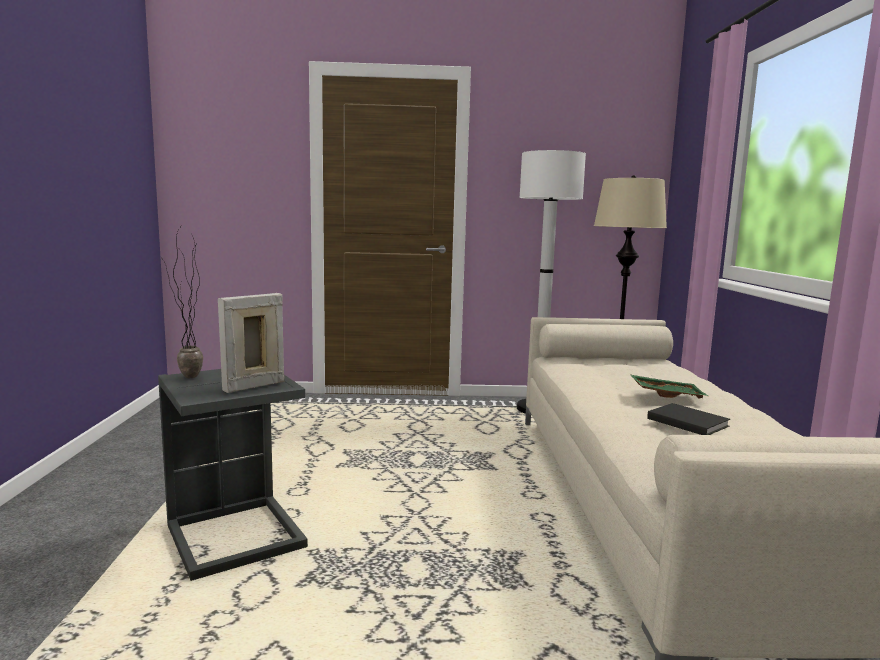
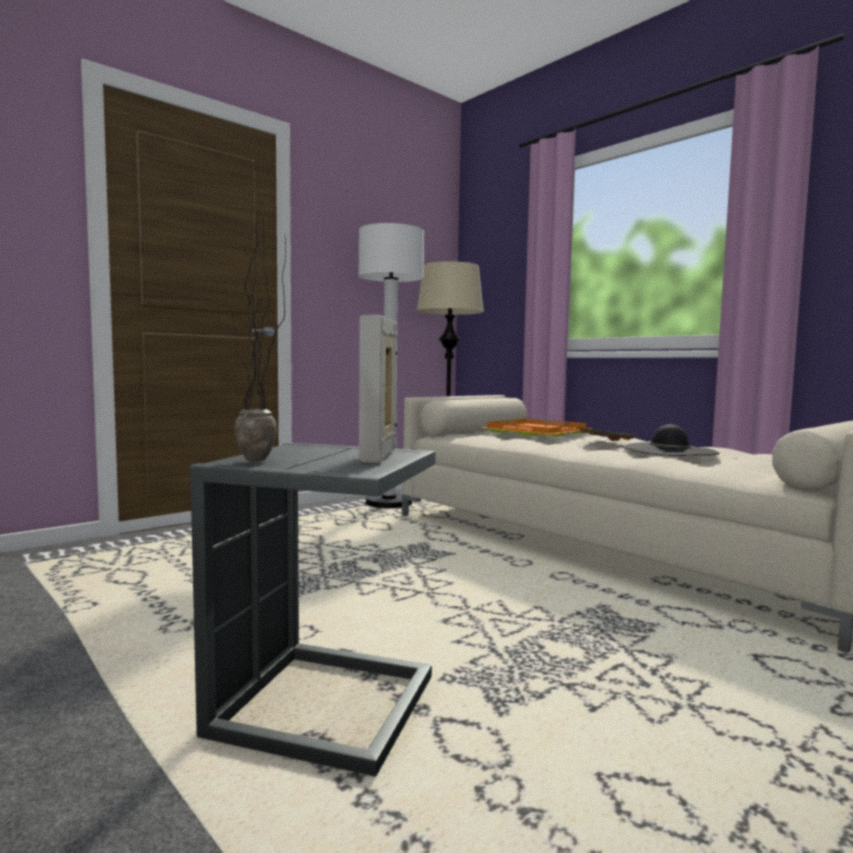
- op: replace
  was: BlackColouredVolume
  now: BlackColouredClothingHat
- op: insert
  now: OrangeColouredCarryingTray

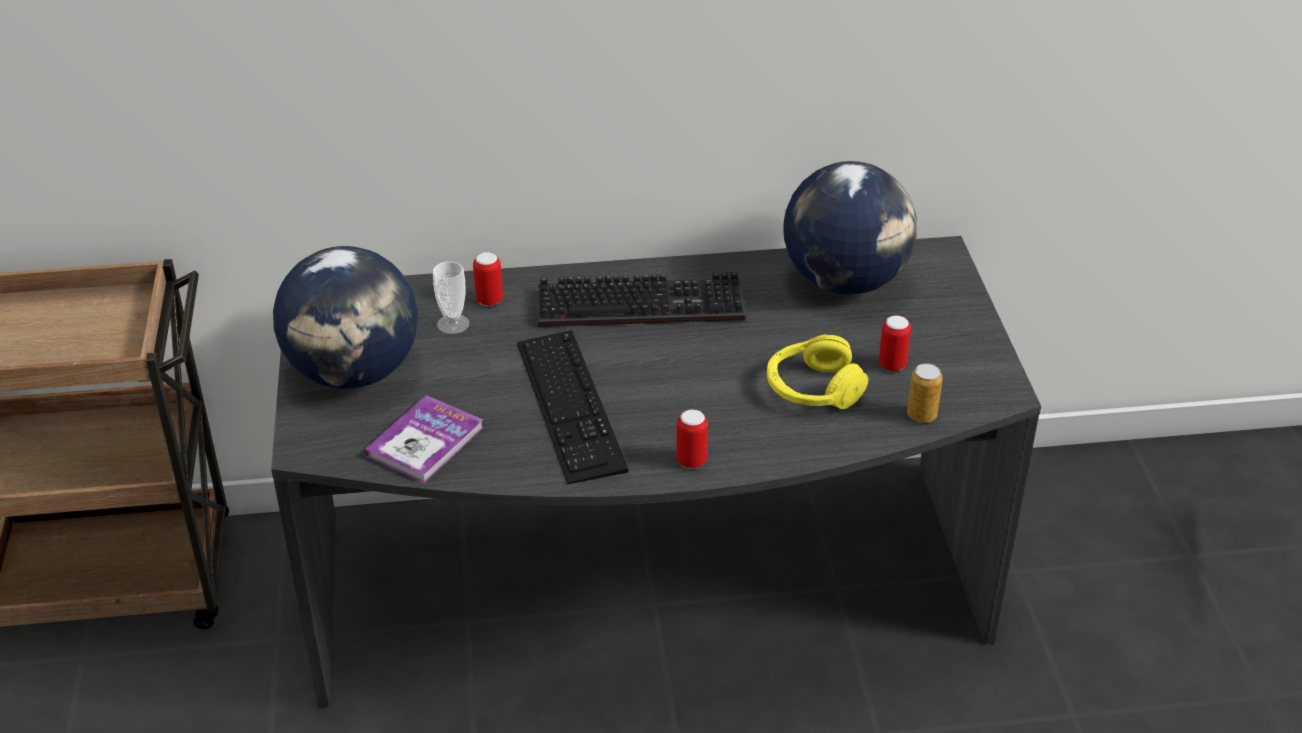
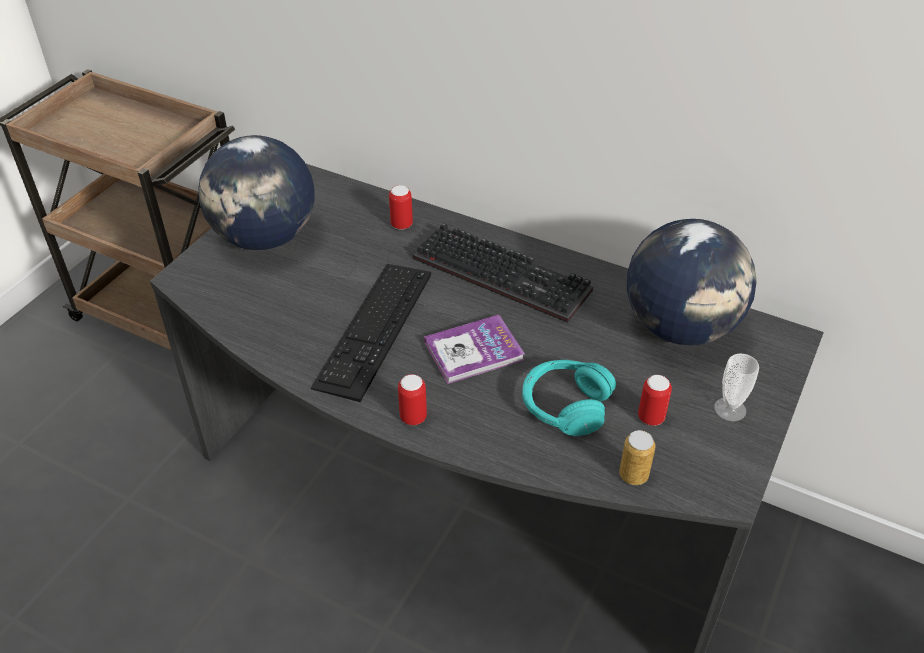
- op: move
  was: Volume
- op: move
  was: DrinkingCup
- op: recolor
  was: YellowishHeadphones
  now: TurquoiseHeadphones

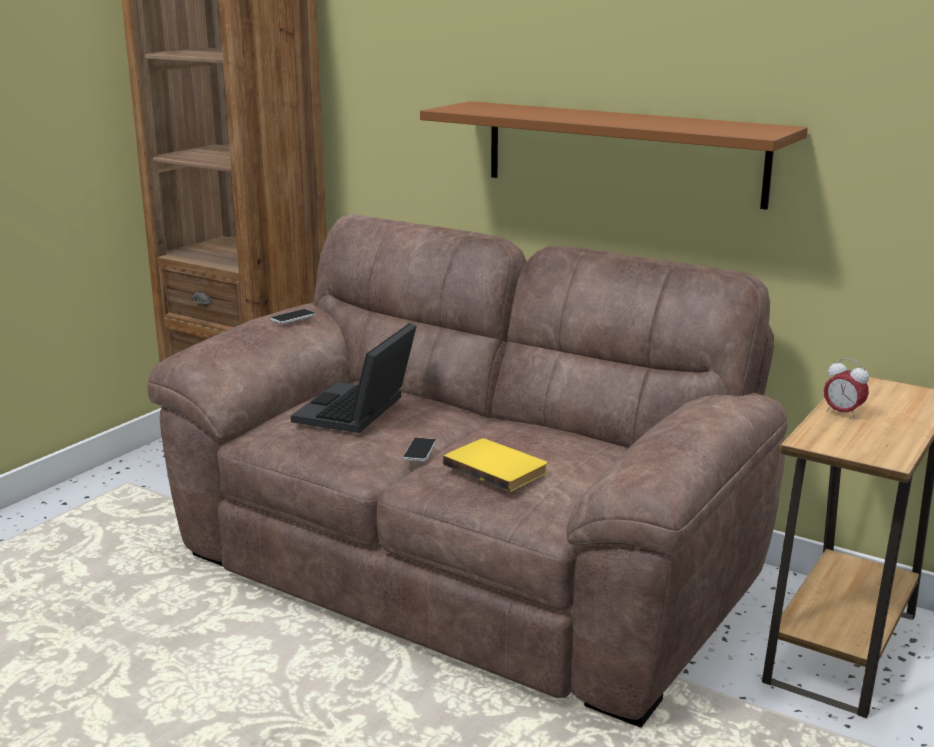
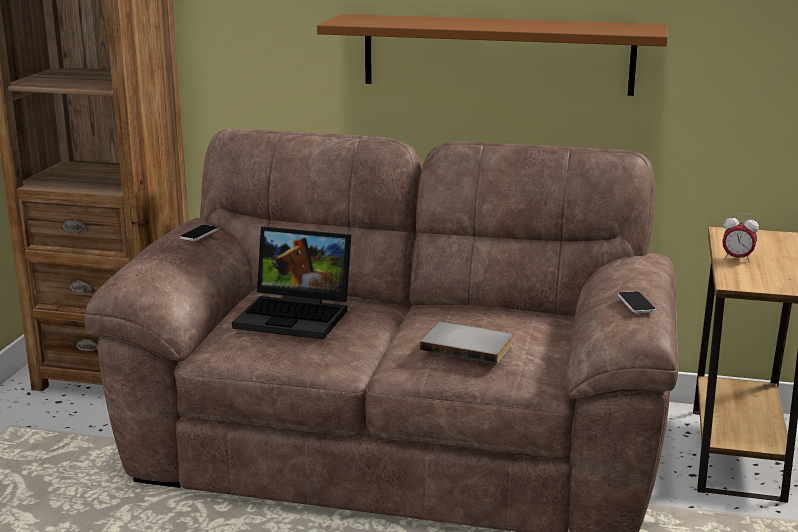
- op: rotate
  was: NotebookComputer
  clockwise: -75
- op: move
  was: Phone (2nd from left)
- op: recolor
  was: YellowishVolume
  now: GreyishVolume

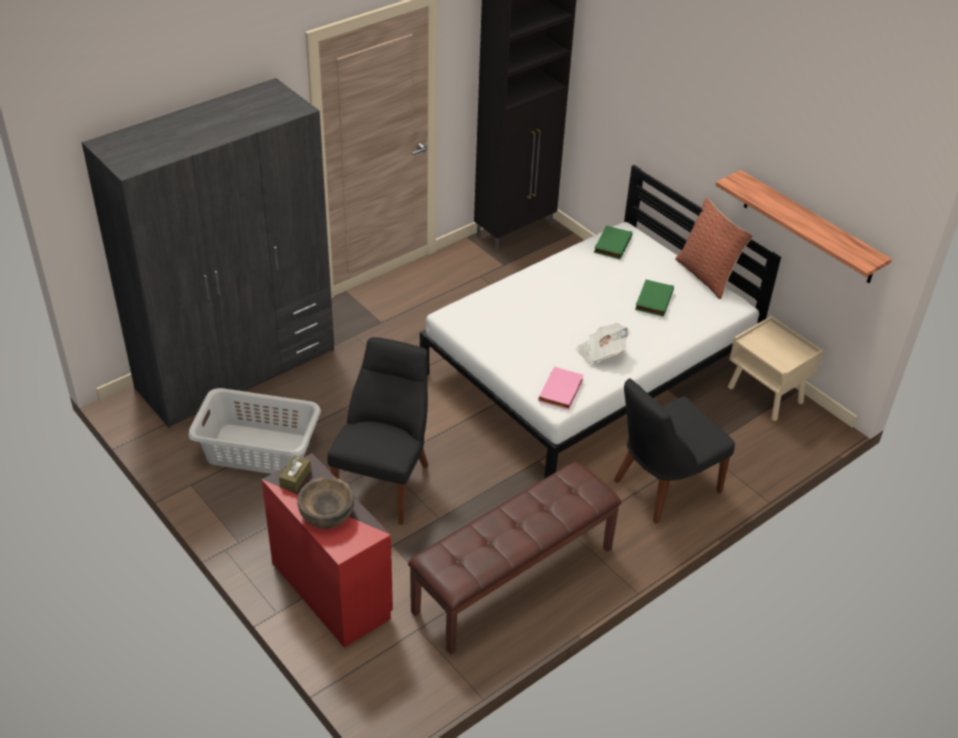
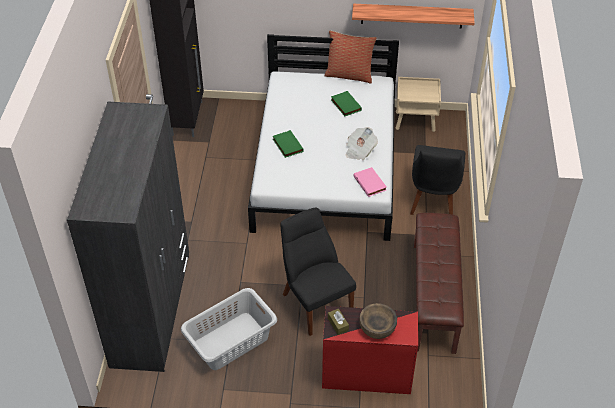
- op: move
  was: GreenVolume (1st from left)

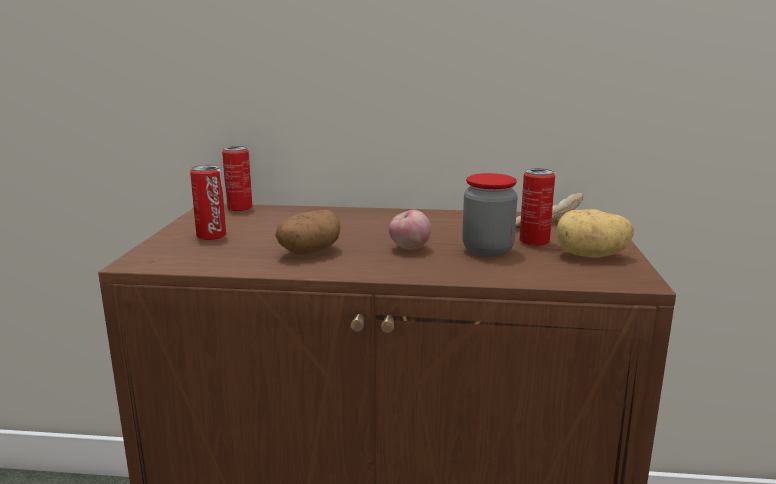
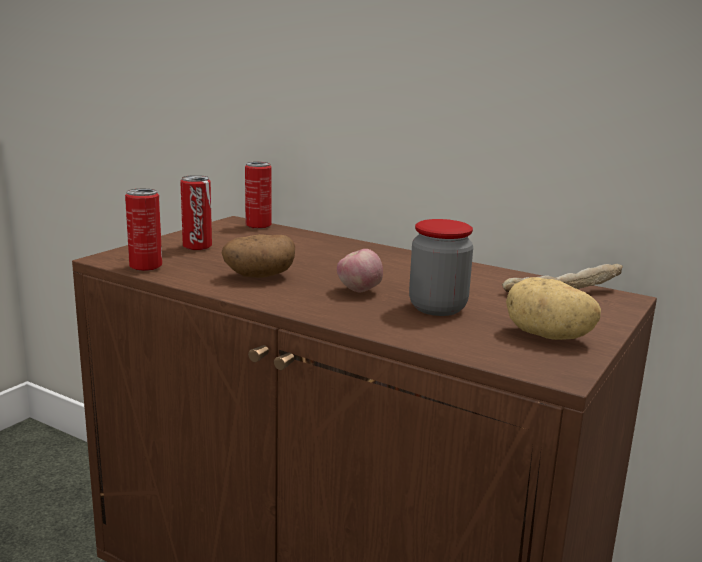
- op: move
  was: MetalCan (3rd from left in the first image)
  now: MetalCan (1st from left)

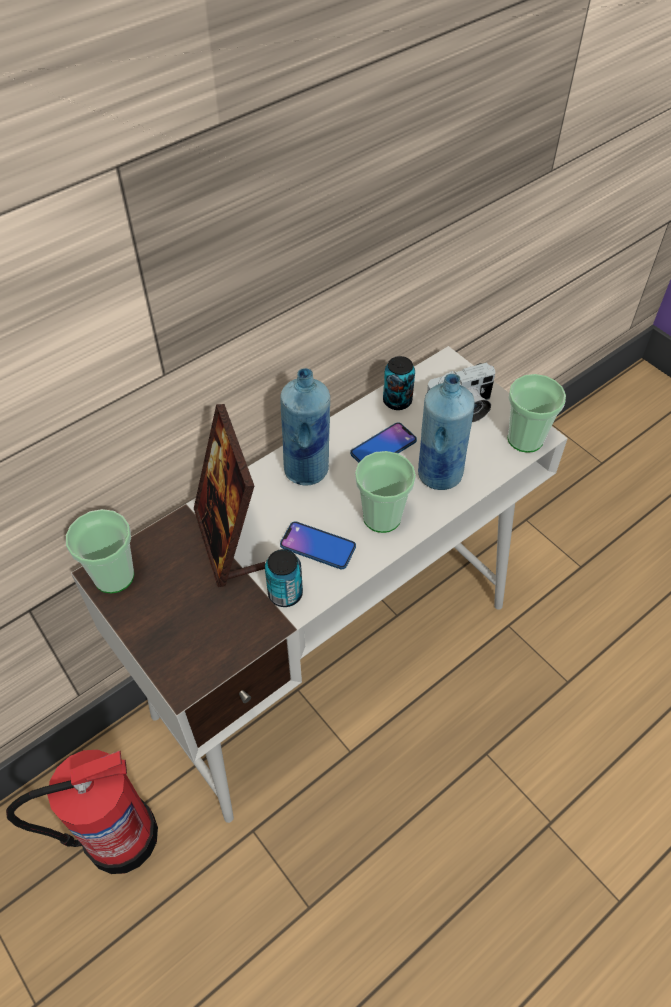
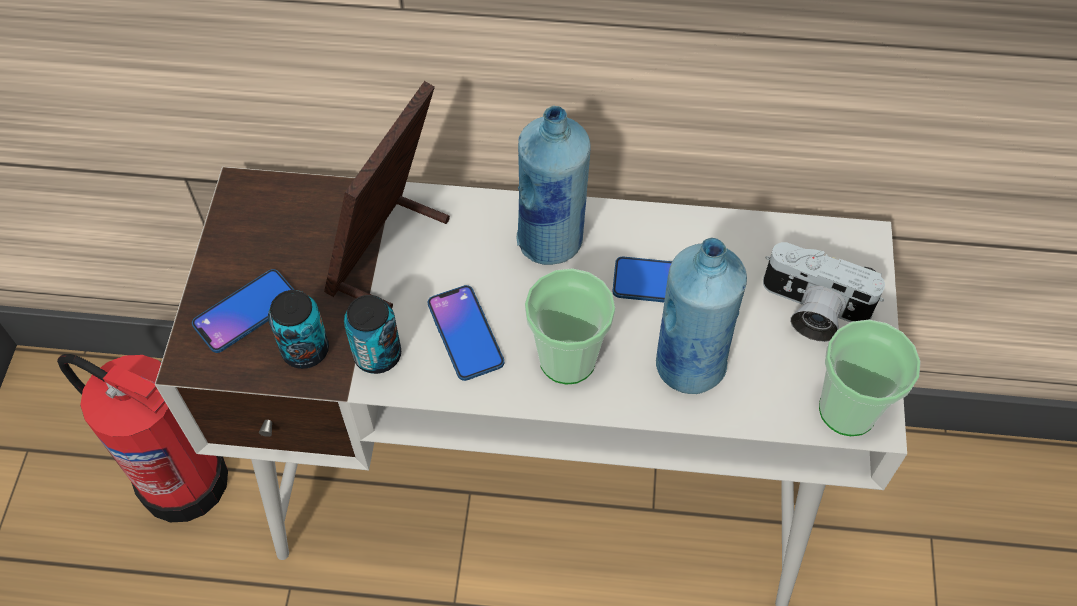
- op: delete
  was: DrinkingCup (1st from left)
- op: move
  was: MetalCan (2nd from left in the first image)
  now: MetalCan (1st from left)
- op: insert
  now: Phone (1st from left)

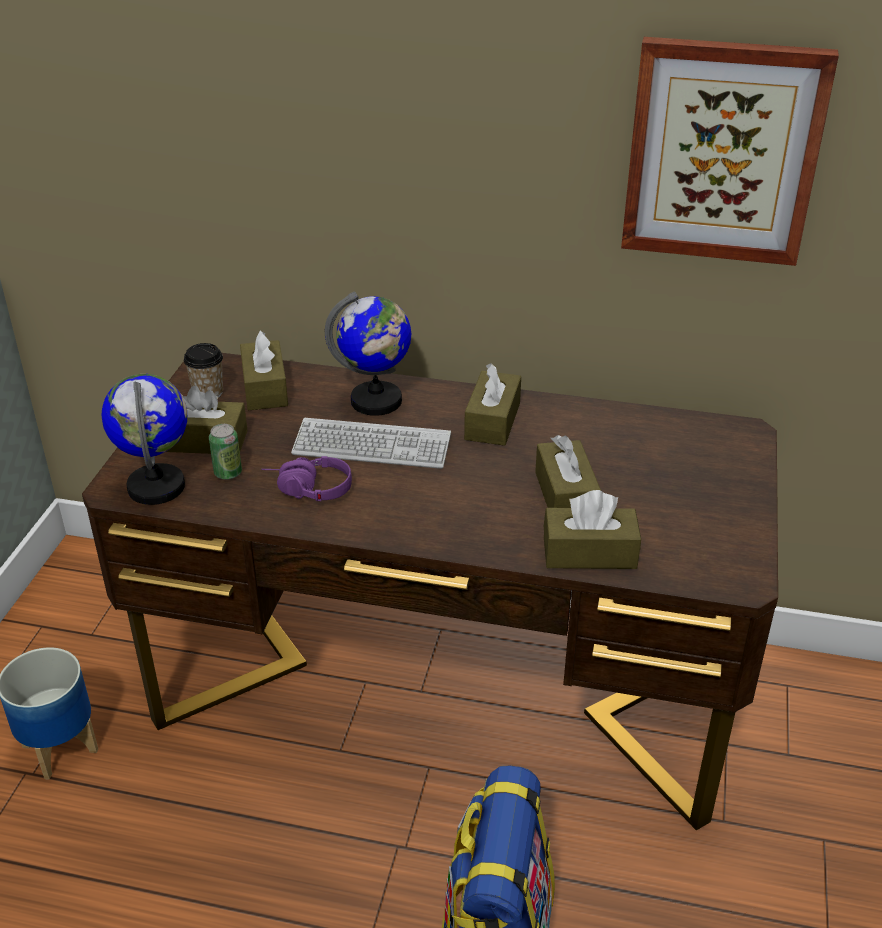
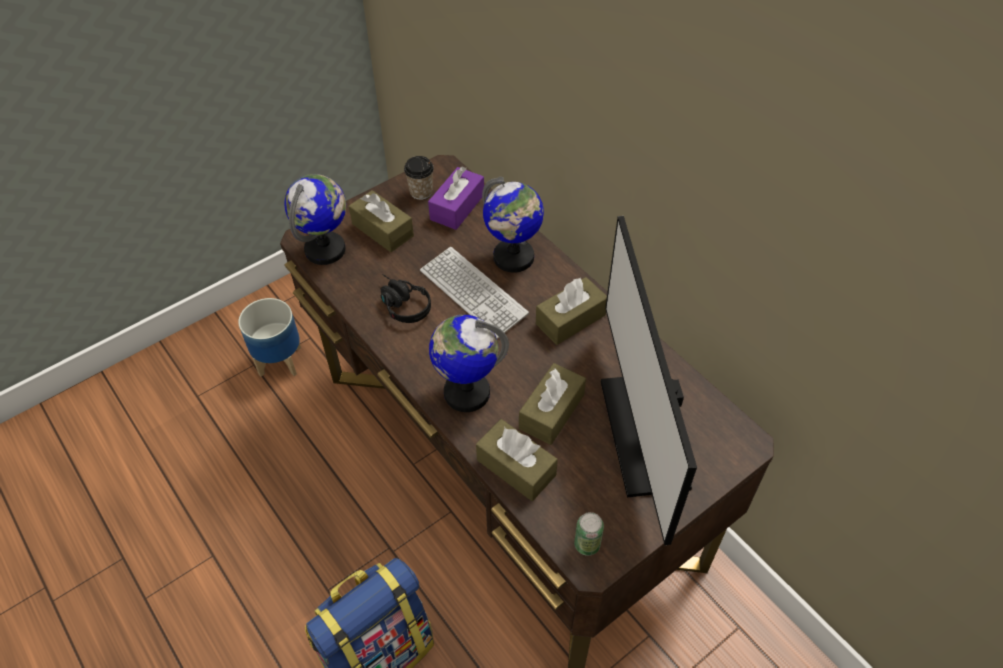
- op: move
  was: MetalCan
- op: recolor
  was: BrownColouredTissueBox (2nd from left)
  now: PurpleTissueBox
- op: recolor
  was: PurpleHeadphones
  now: BlackColouredHeadphones
- op: delete
  was: WallArt
- op: insert
  now: Globe (2nd from left)
- op: insert
  now: ComputerDisplay

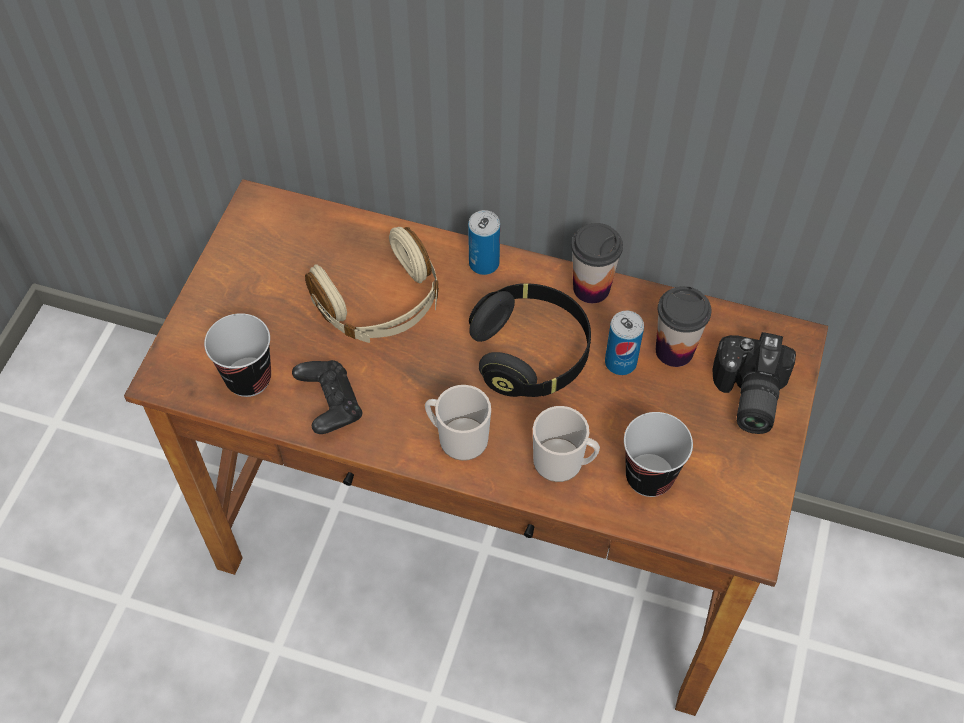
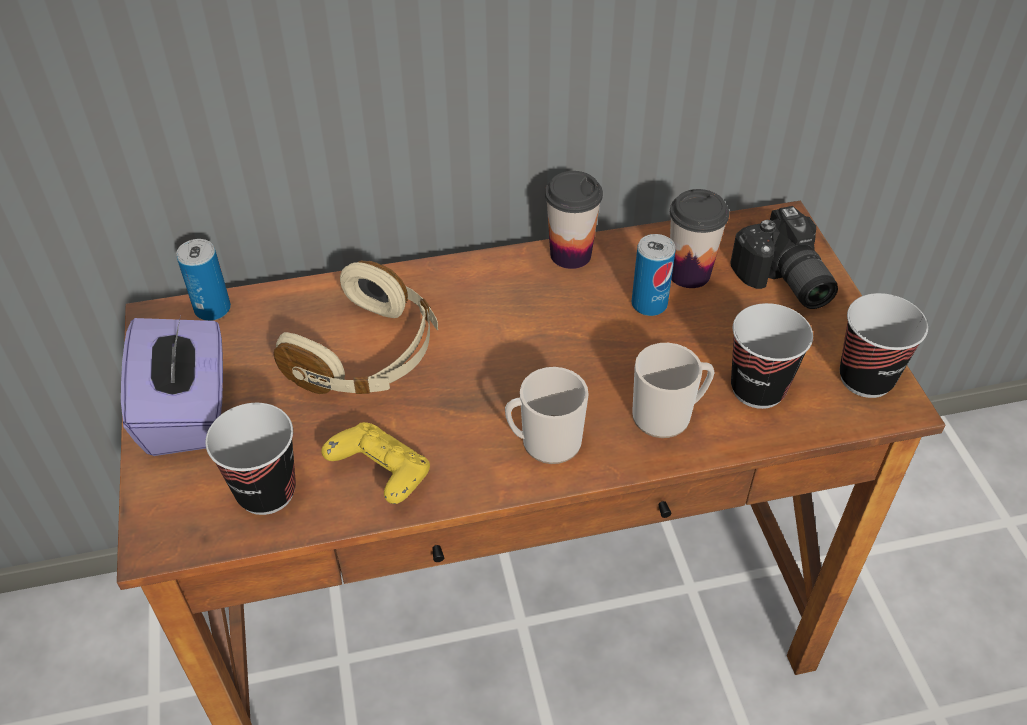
- op: recolor
  was: BlackColouredJoypad
  now: YellowishJoypad
- op: move
  was: MetalCan (1st from left)
- op: delete
  was: BlackColouredHeadphones
- op: insert
  now: PurpleTissueBox
- op: insert
  now: DrinkingCup (5th from left)

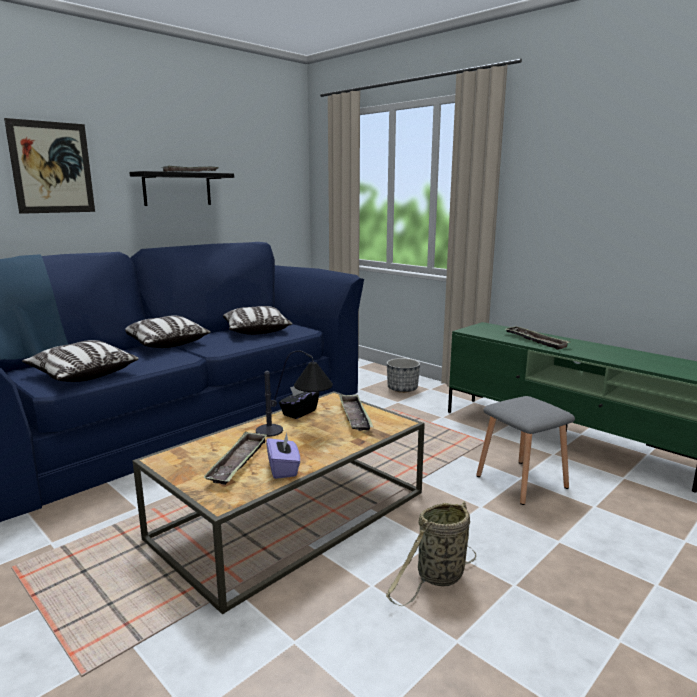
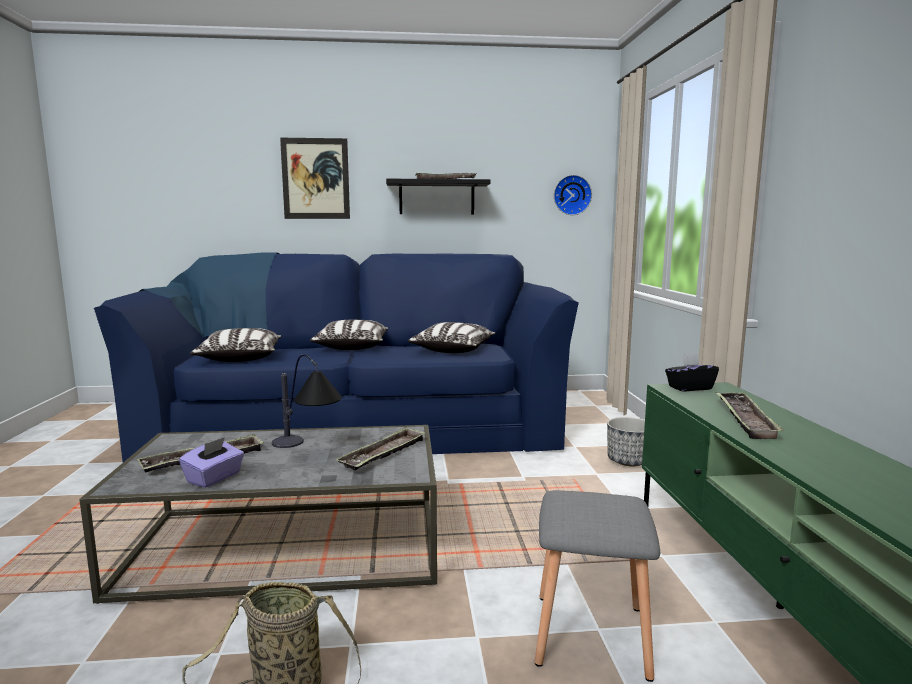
- op: recolor
  was: BrownColouredLoungeTable
  now: GreyishLoungeTable
- op: move
  was: BlackColouredTissueBox
- op: insert
  now: WallClock

